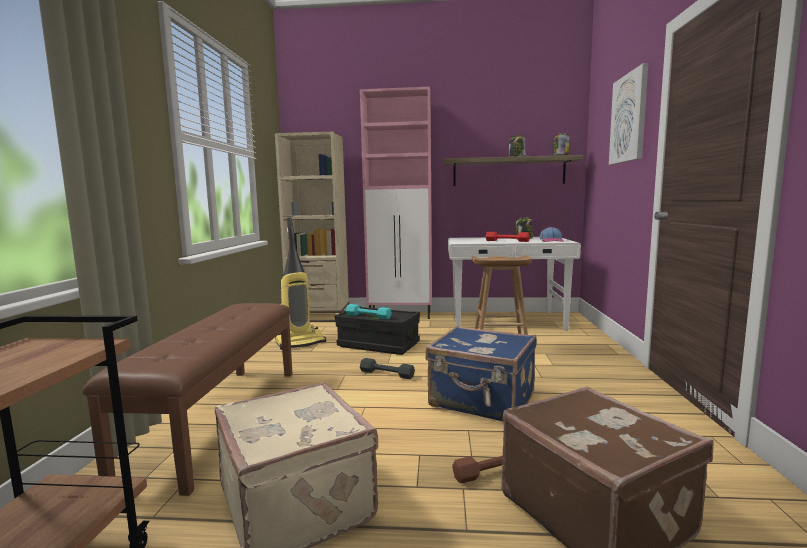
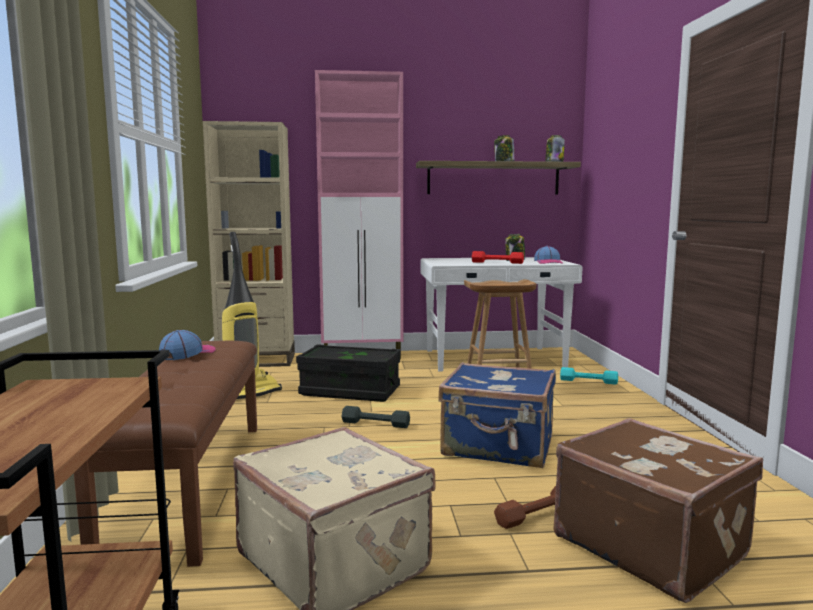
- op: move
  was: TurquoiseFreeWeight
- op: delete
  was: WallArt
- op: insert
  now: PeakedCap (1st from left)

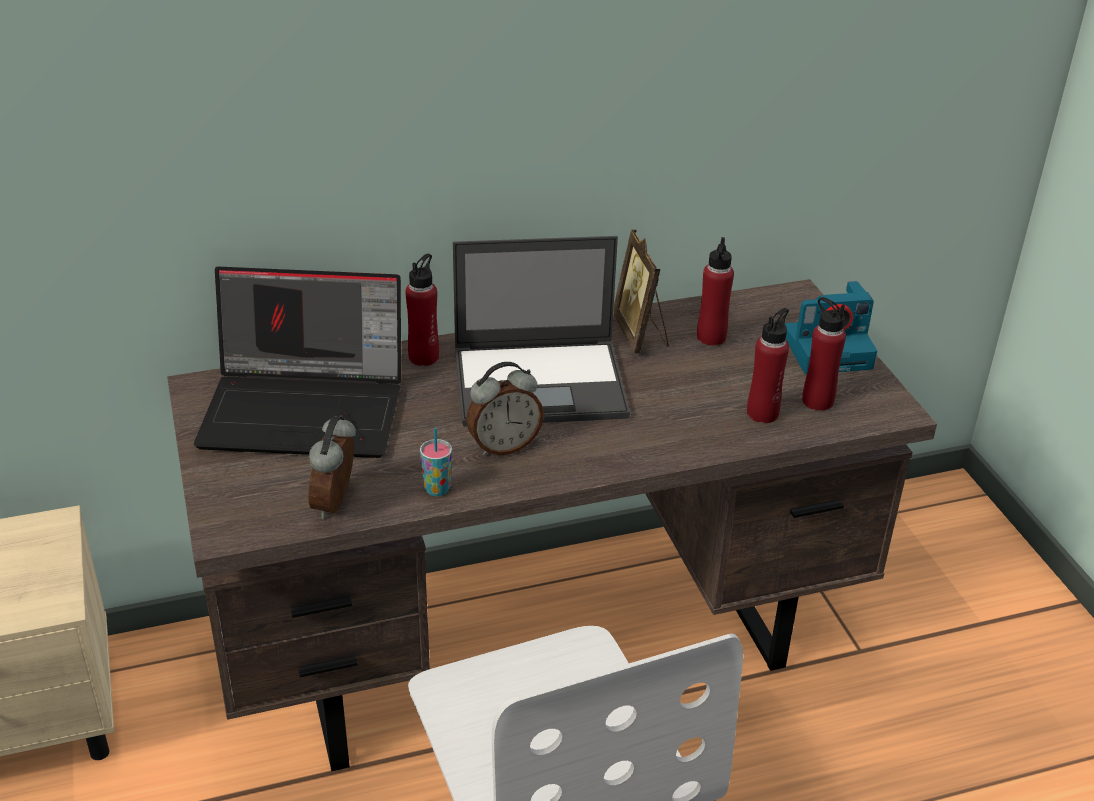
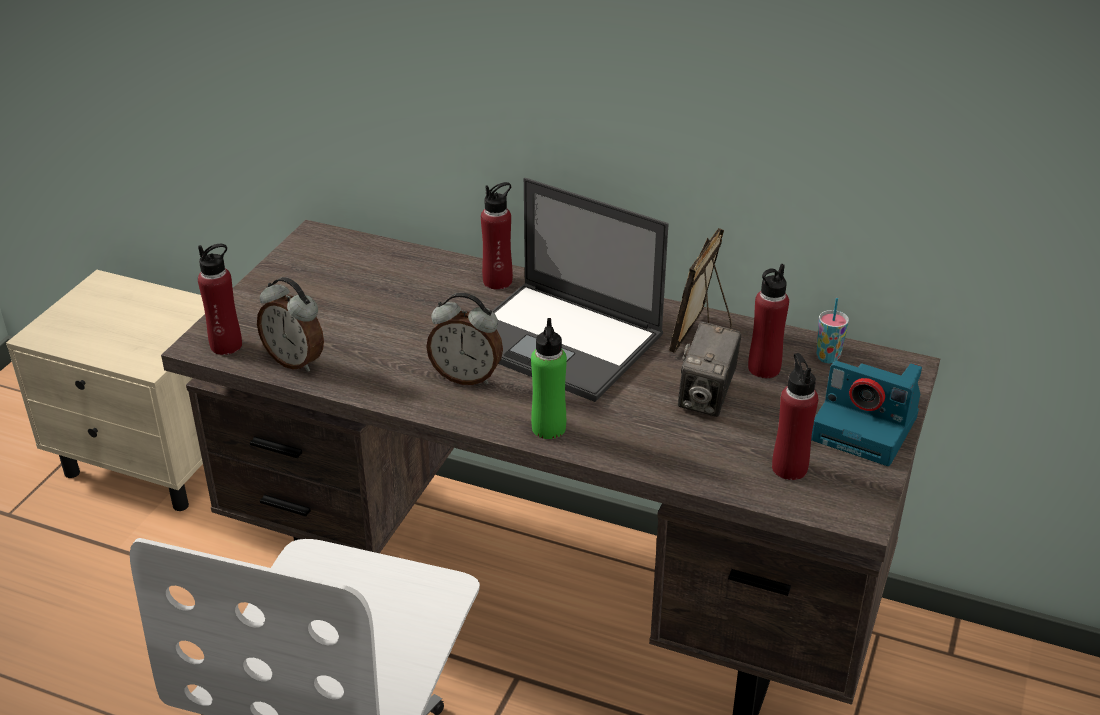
- op: delete
  was: NotebookComputer (1st from left)
- op: rotate
  was: BedsideClock (1st from left)
  clockwise: -105
- op: move
  was: DrinkingCup
- op: move
  was: RedColouredBottle (3rd from left in the first image)
  now: RedColouredBottle (1st from left)
- op: insert
  now: GreenBottle
- op: insert
  now: StillCamera (1st from left)

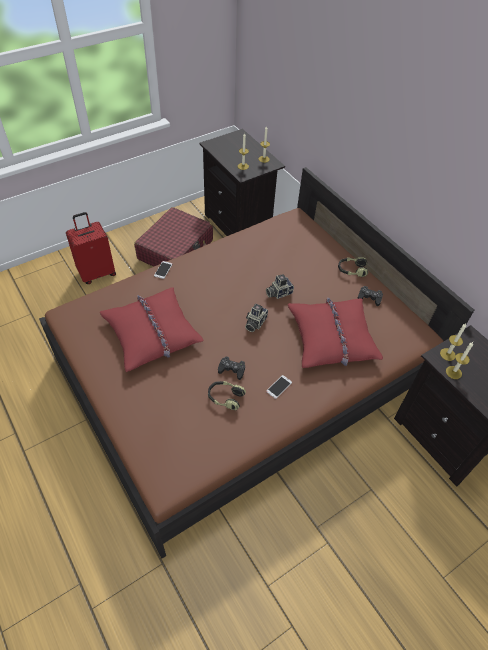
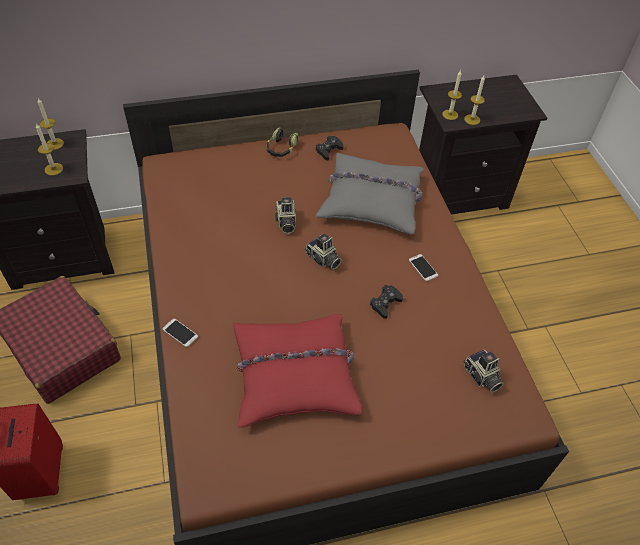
- op: delete
  was: Headphones (1st from left)
- op: recolor
  was: RedColouredCushion (2nd from left)
  now: GreyishCushion
- op: insert
  now: StillCamera (3rd from left)

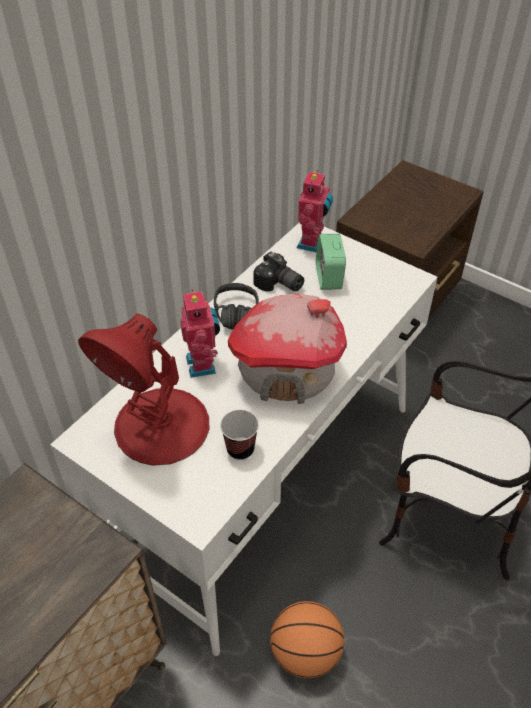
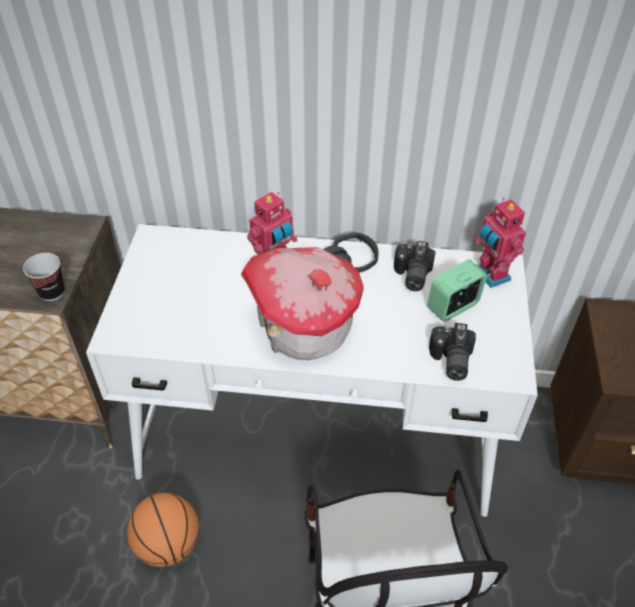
- op: delete
  was: RedColouredTableLamp
- op: move
  was: DrinkingCup
- op: rotate
  was: RobotFigure (2nd from left)
  clockwise: 75
- op: insert
  now: StillCamera (2nd from left)

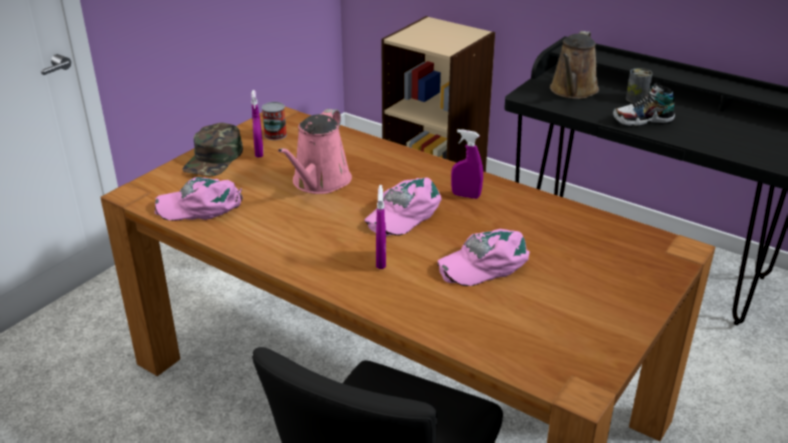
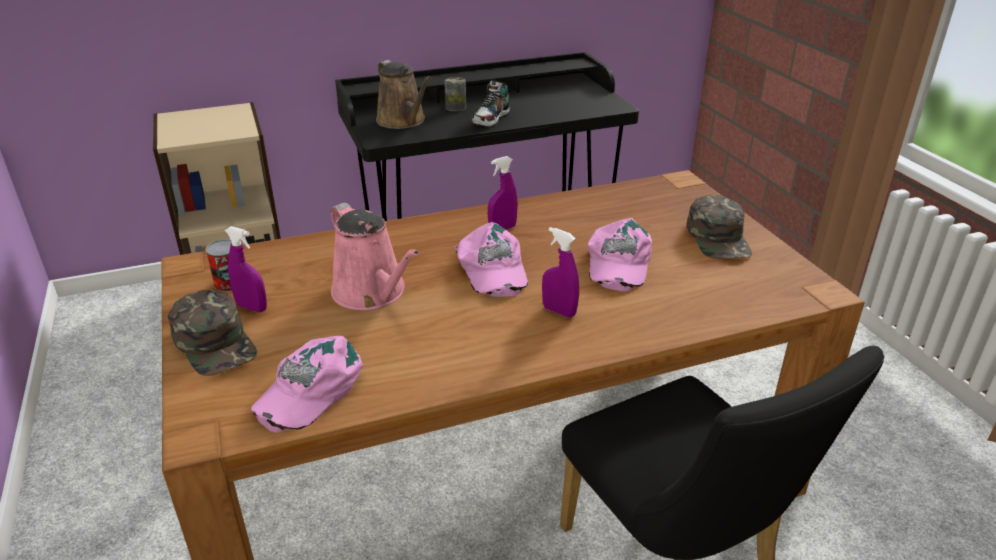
- op: insert
  now: GreenPeakedCap (2nd from left)

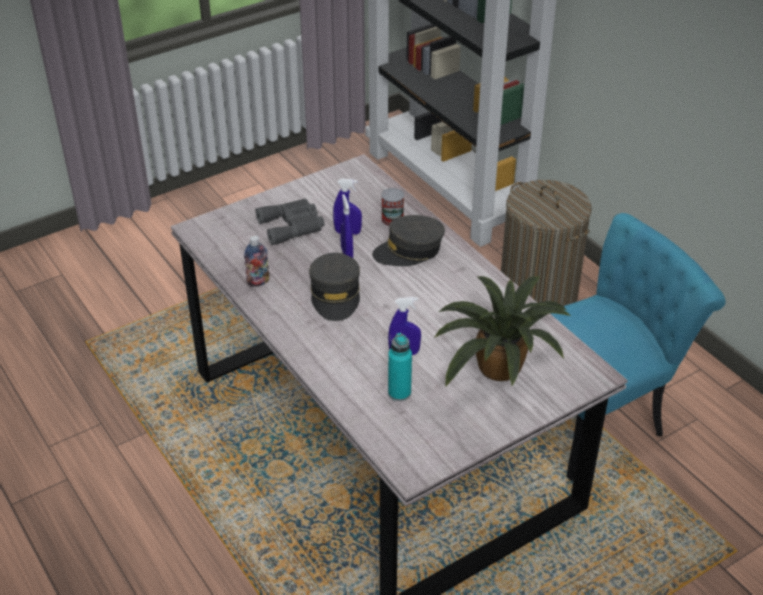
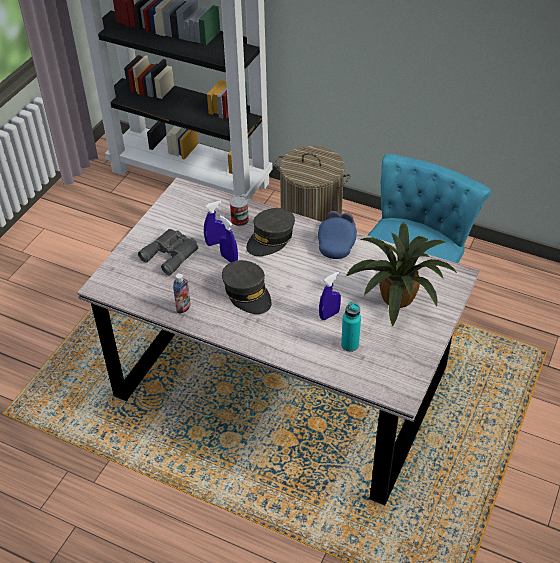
- op: insert
  now: BlueColouredPeakedCap

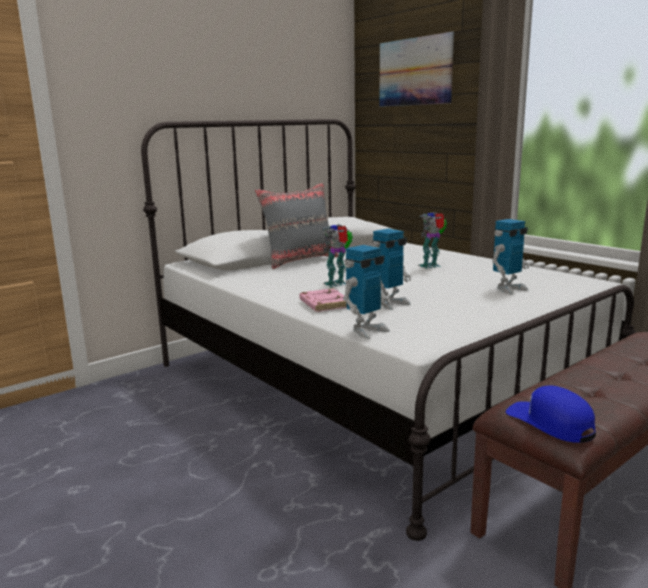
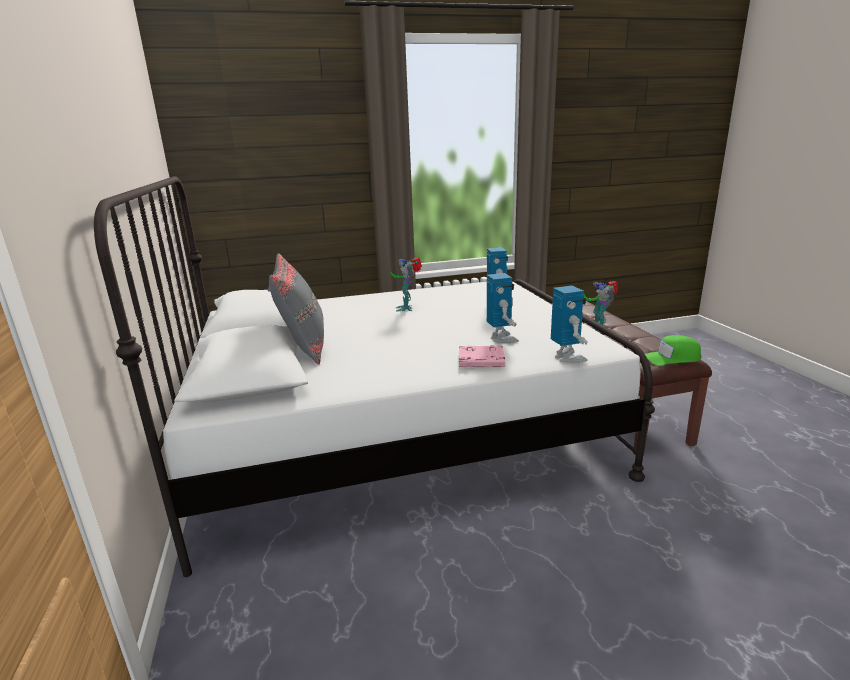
- op: move
  was: RobotFigure (1st from left in the first image)
  now: RobotFigure (5th from left)
- op: delete
  was: WallArt
- op: recolor
  was: BlueColouredPeakedCap
  now: GreenPeakedCap

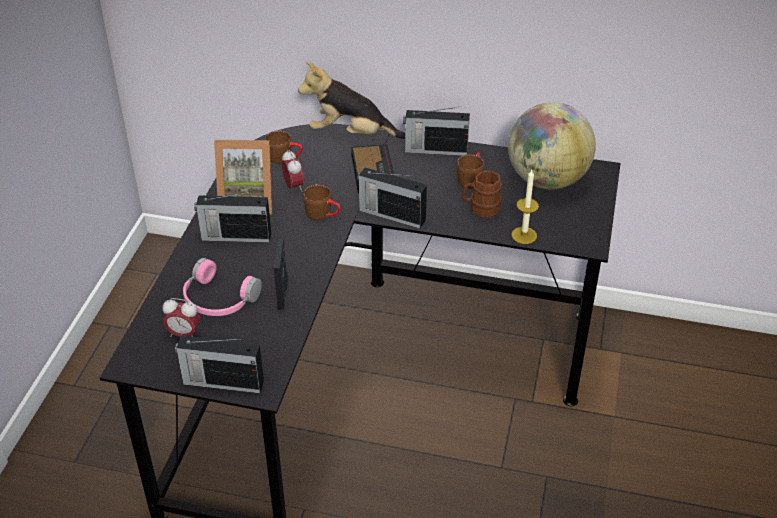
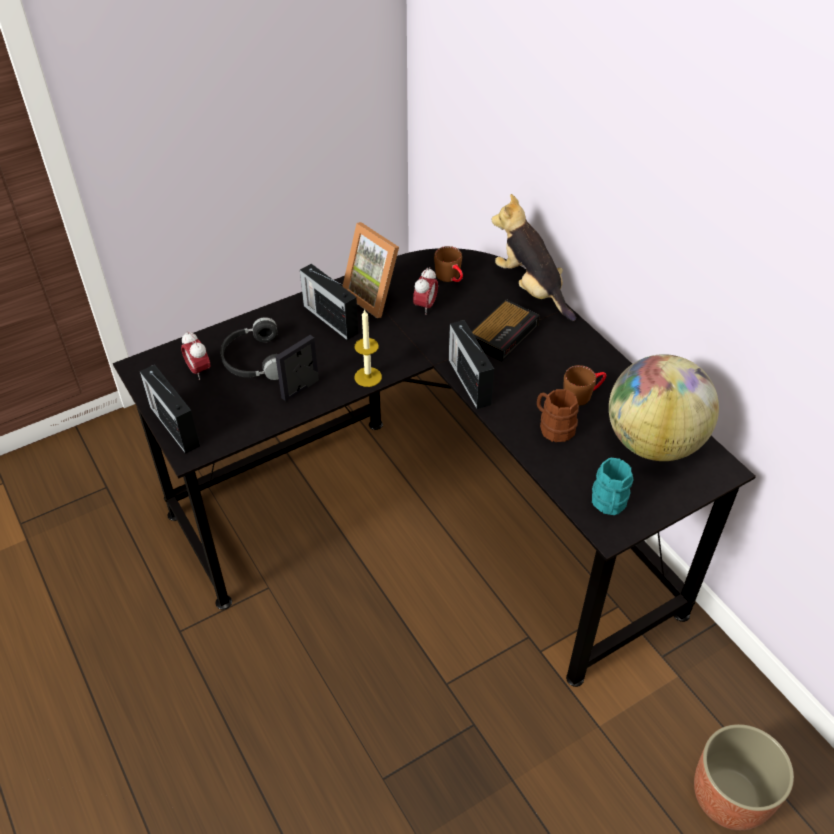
- op: recolor
  was: PinkishHeadphones
  now: BlackColouredHeadphones
- op: delete
  was: BrownColouredTeaMug (2nd from left)
- op: delete
  was: Radio (4th from left)
- op: move
  was: Candle
- op: insert
  now: TurquoiseTeaMug
- op: insert
  now: Planter

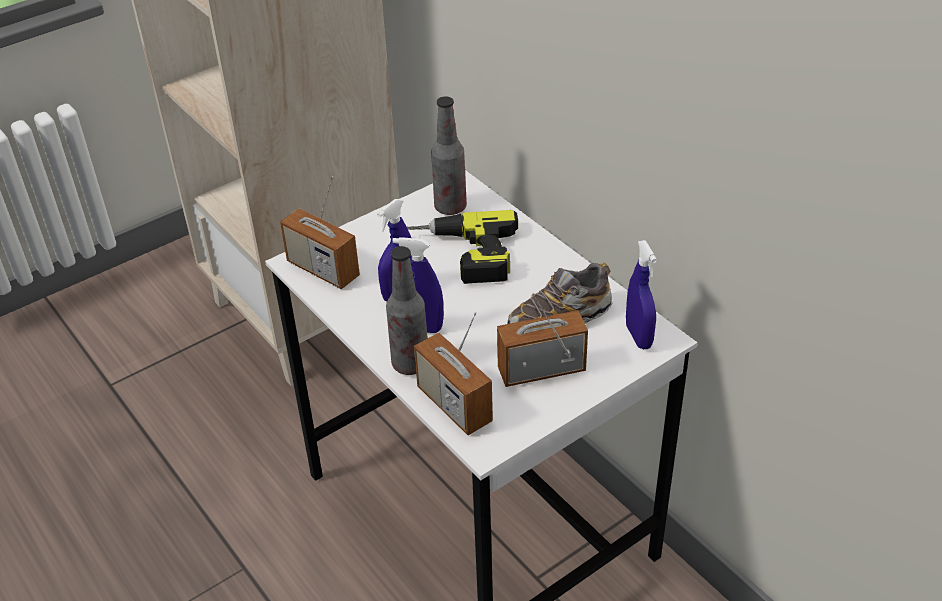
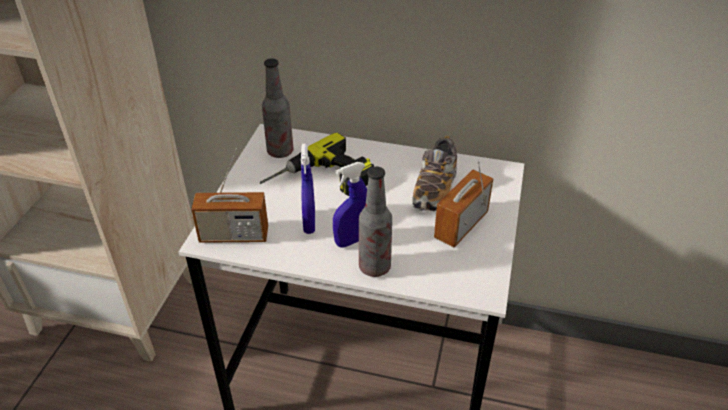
- op: delete
  was: Radio (2nd from left)
- op: delete
  was: BlueColouredSprayBottle (3rd from left)

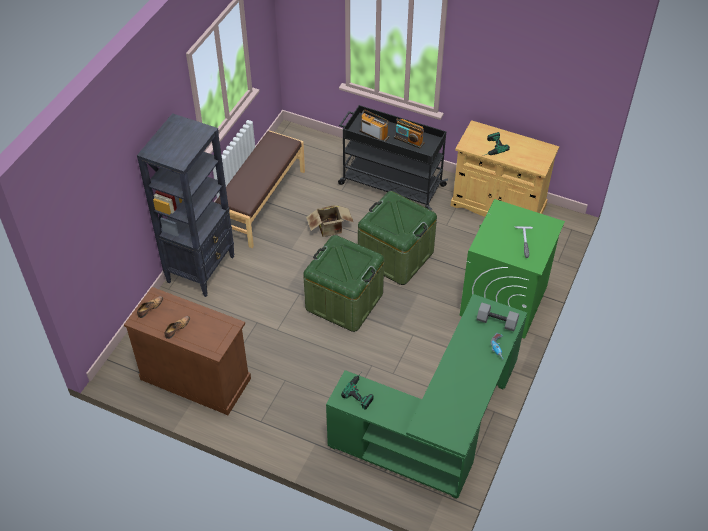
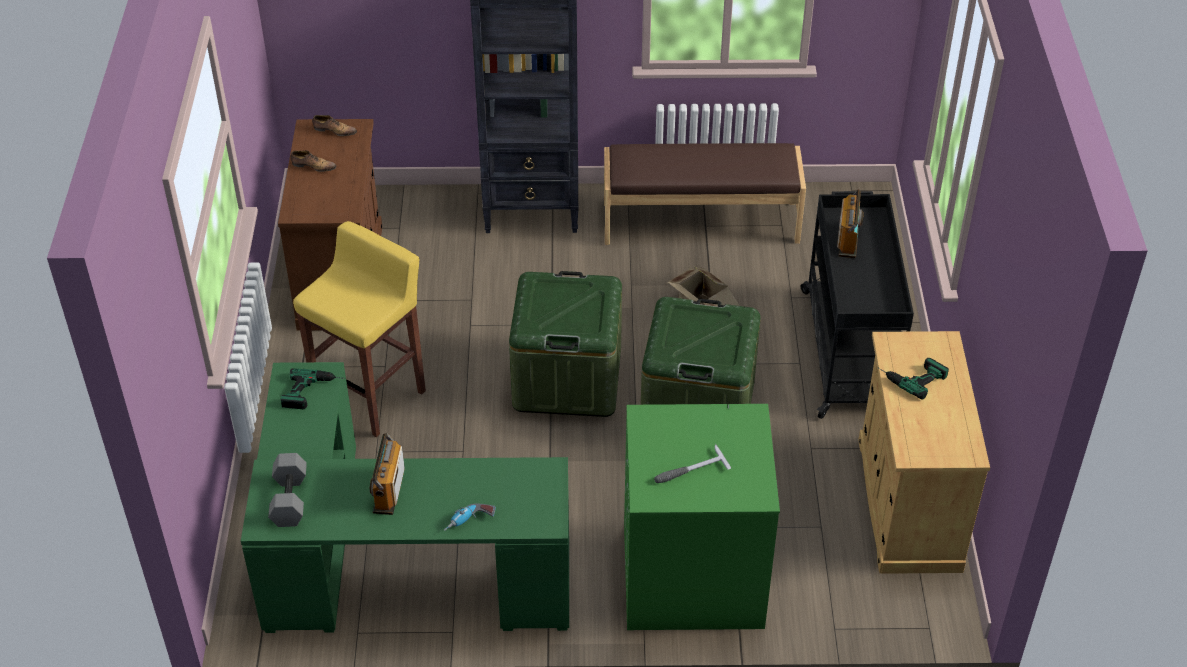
- op: move
  was: Radio (2nd from left in the first image)
  now: Radio (1st from left)
- op: move
  was: GreyishFreeWeight
- op: insert
  now: YellowishStool

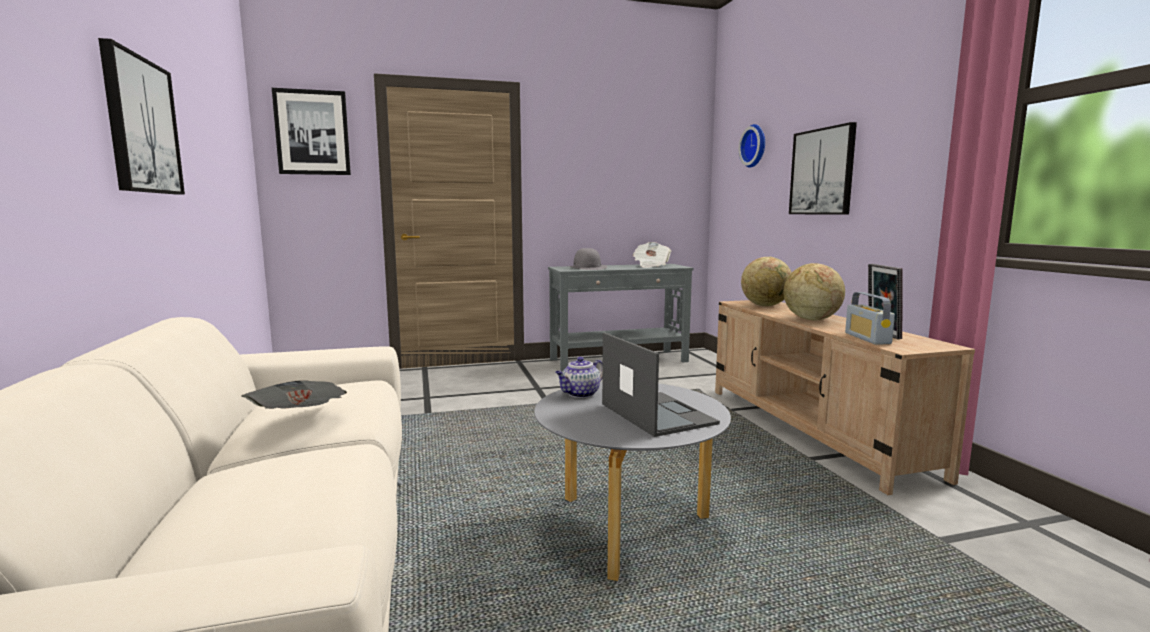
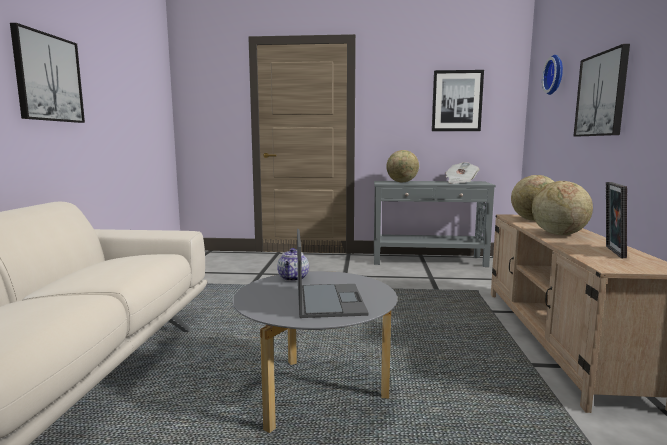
- op: delete
  was: Newspaper (1st from left)
- op: move
  was: WallArt (2nd from left)
- op: rotate
  was: PotForTea
  clockwise: -60
- op: replace
  was: GreyishClothingHat
  now: Globe (1st from left)
- op: delete
  was: Radio

